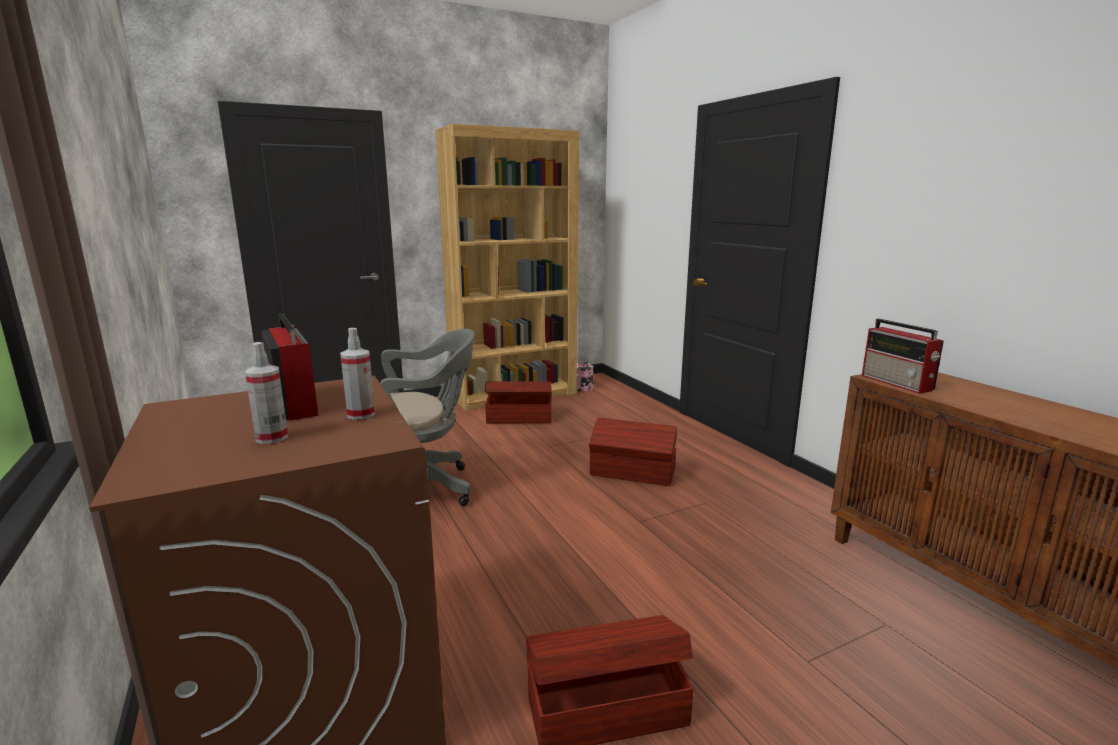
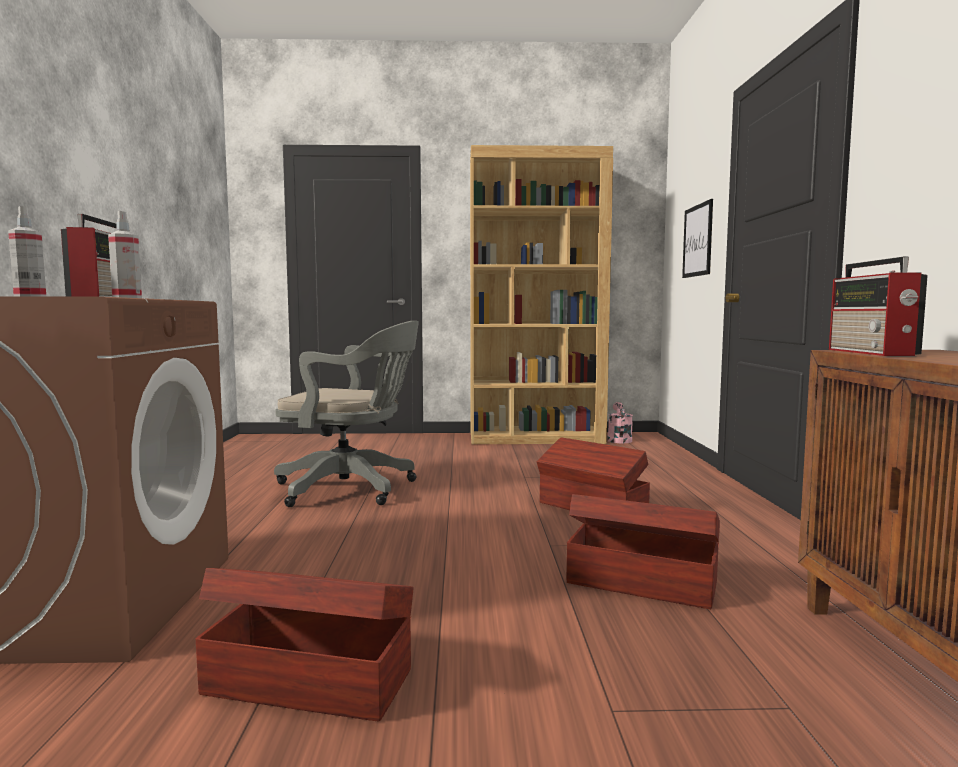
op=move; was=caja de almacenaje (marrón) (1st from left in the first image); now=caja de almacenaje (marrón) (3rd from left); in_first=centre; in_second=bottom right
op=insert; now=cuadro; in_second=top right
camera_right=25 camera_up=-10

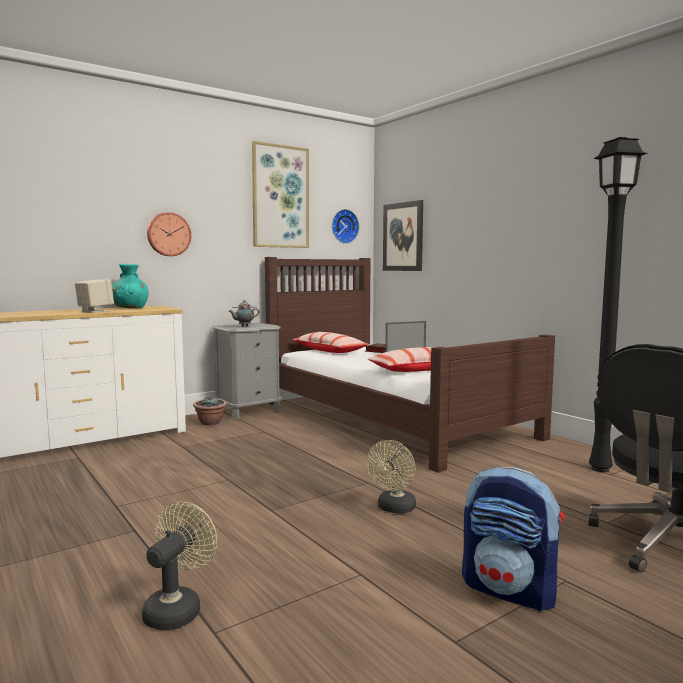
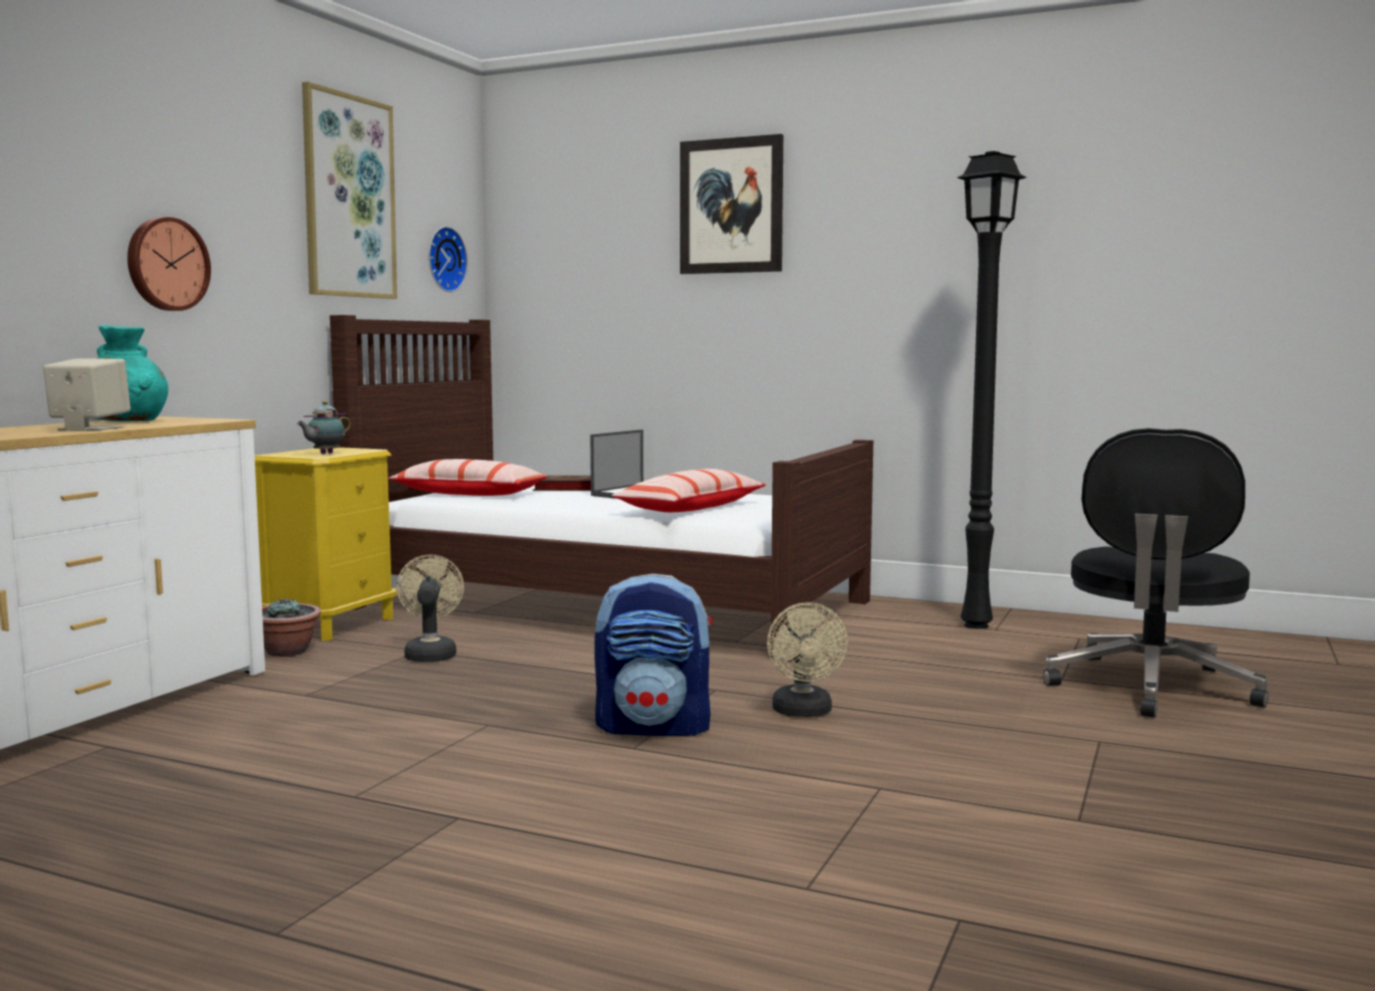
op=move; was=cuadro (2nd from left); in_first=centre; in_second=top centre
op=recolor; was=mesita de noche (gris); now=mesita de noche (amarillo); in_first=centre; in_second=middle left
op=move; was=mochila; in_first=bottom right; in_second=centre
op=move; was=ventilador (beis) (1st from left); in_first=bottom left; in_second=middle left
camera_right=-30 camera_up=0

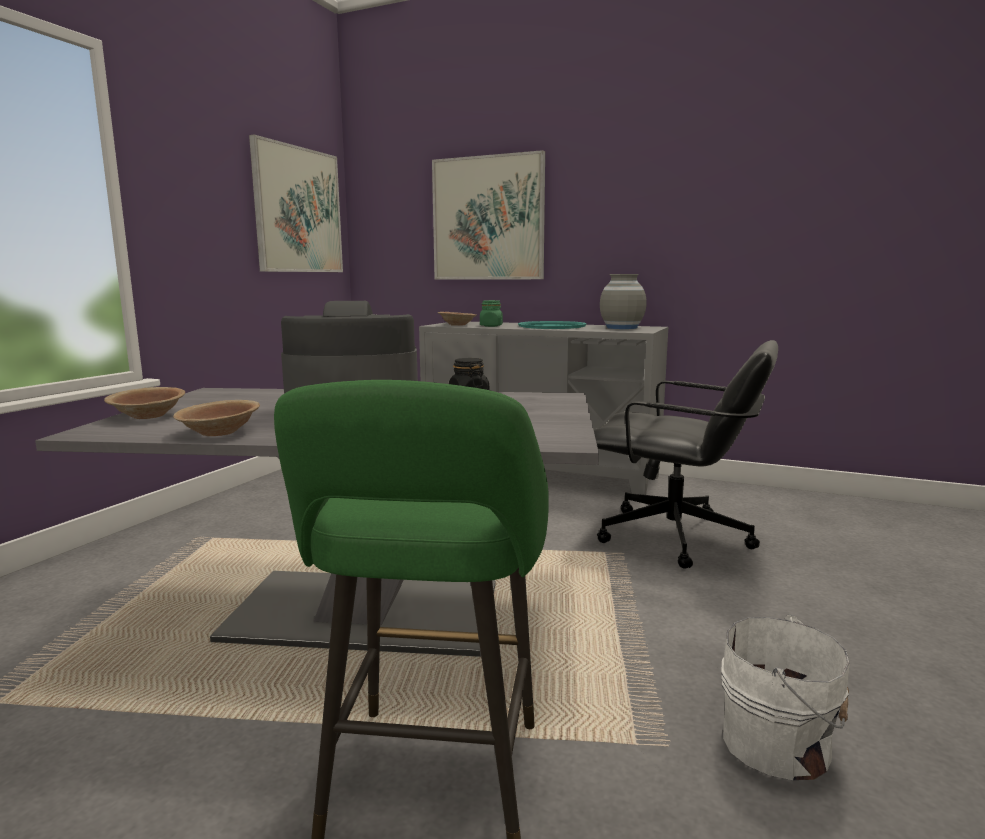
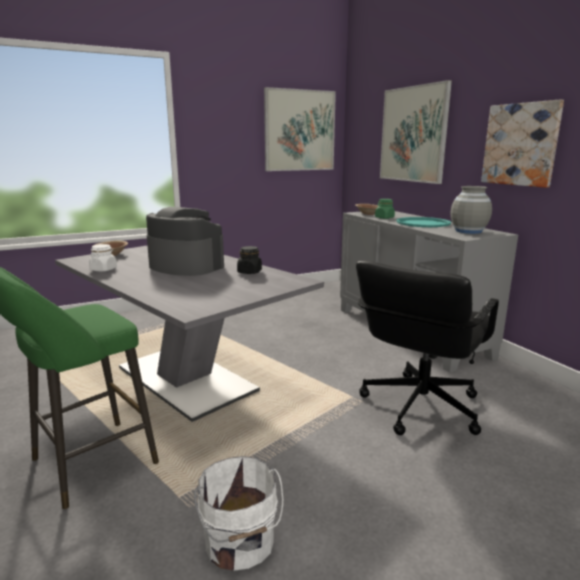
op=rotate; was=silla de oficina (negro); in_first=middle right; in_second=middle right; clockwise=60
op=replace; was=cuenco (marrón) (2nd from left); now=tarro (blanco); in_first=middle left; in_second=middle left
op=insert; now=cuadro (3rd from left); in_second=top right
camera_right=40 camera_up=5

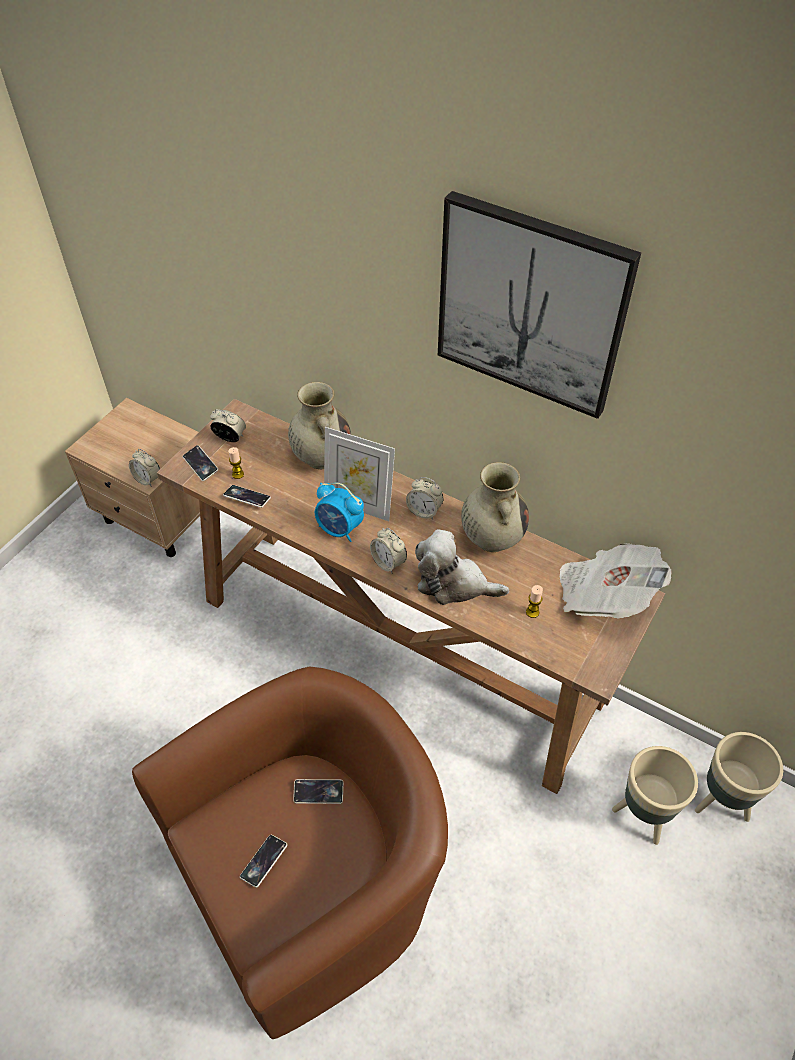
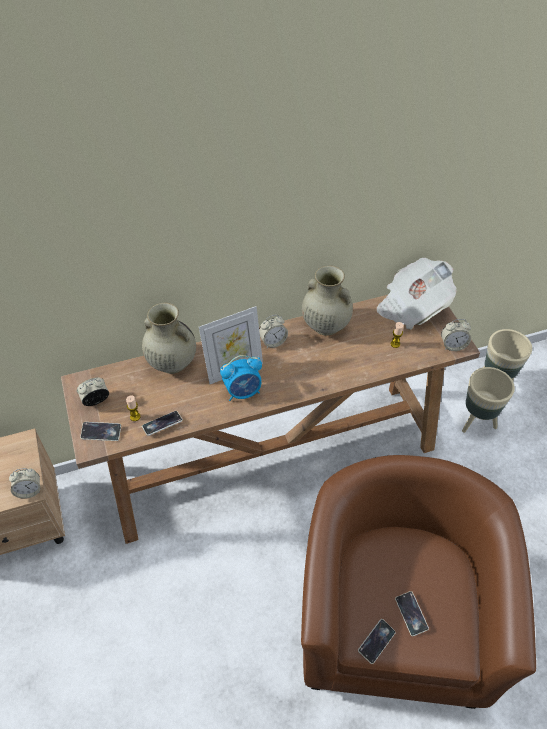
op=delete; was=cuadro; in_first=top right
op=move; was=despertador (4th from left in the first image); now=despertador (5th from left); in_first=centre; in_second=middle right
op=delete; was=peluche; in_first=centre
op=move; was=móvil (4th from left in the first image); now=móvil (3rd from left); in_first=bottom centre; in_second=bottom right
camera_right=-50 camera_up=0

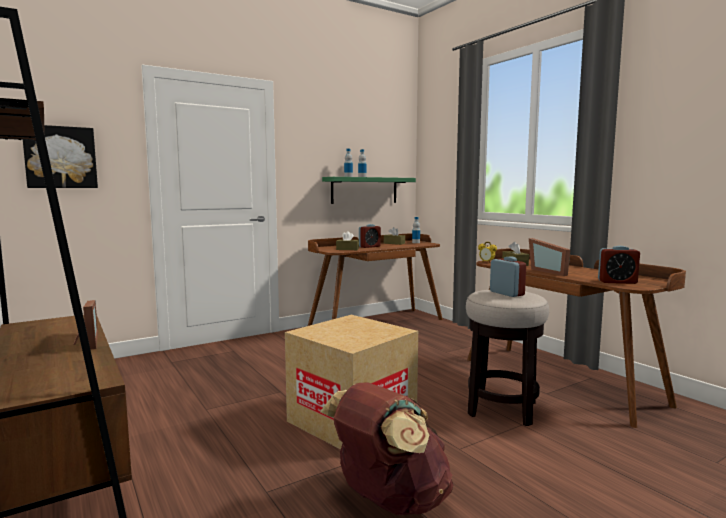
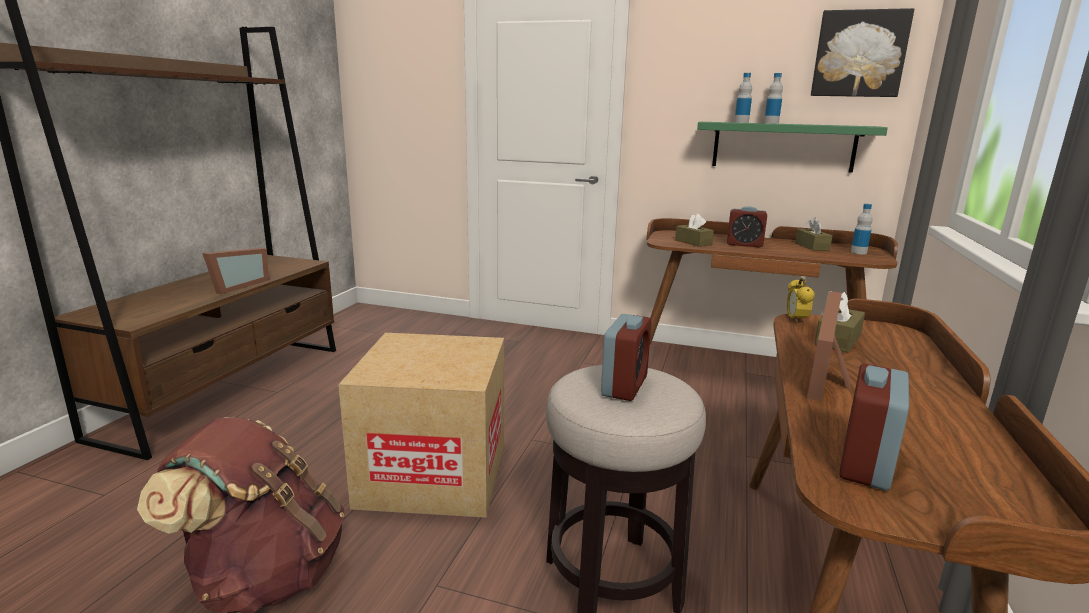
op=move; was=cuadro; in_first=top left; in_second=top right
op=rotate; was=despertador (4th from left); in_first=middle right; in_second=bottom right; clockwise=60
camera_right=50 camera_up=10

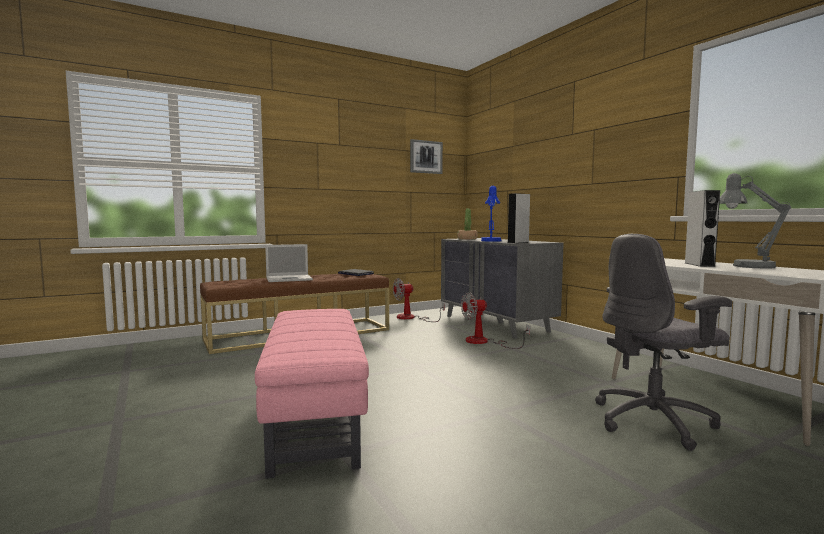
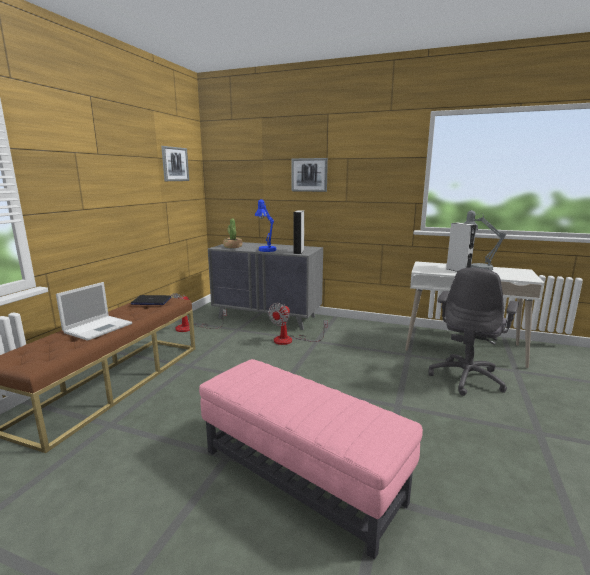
op=insert; now=cuadro (2nd from left); in_second=top centre
camera_right=-40 camera_up=10

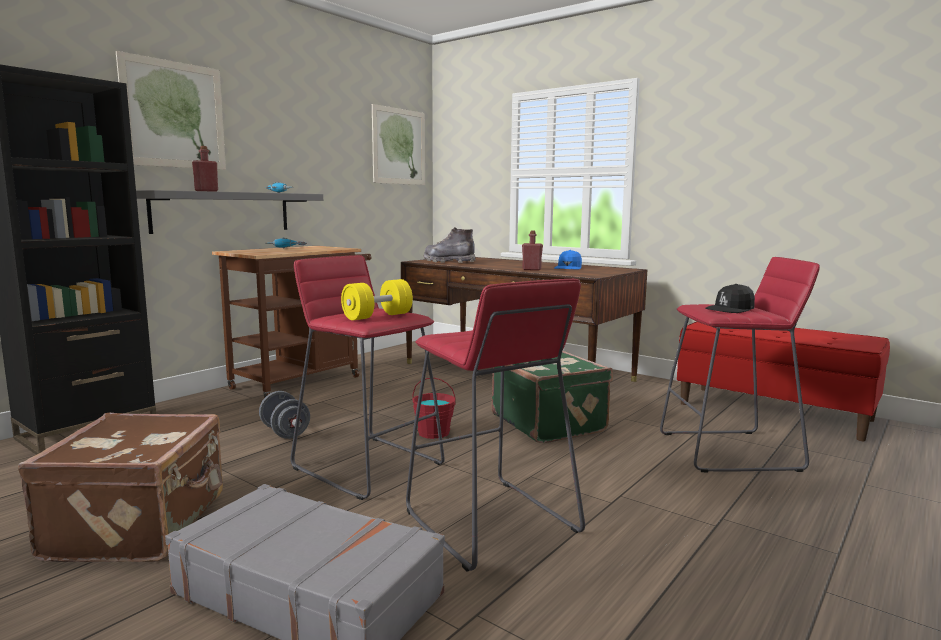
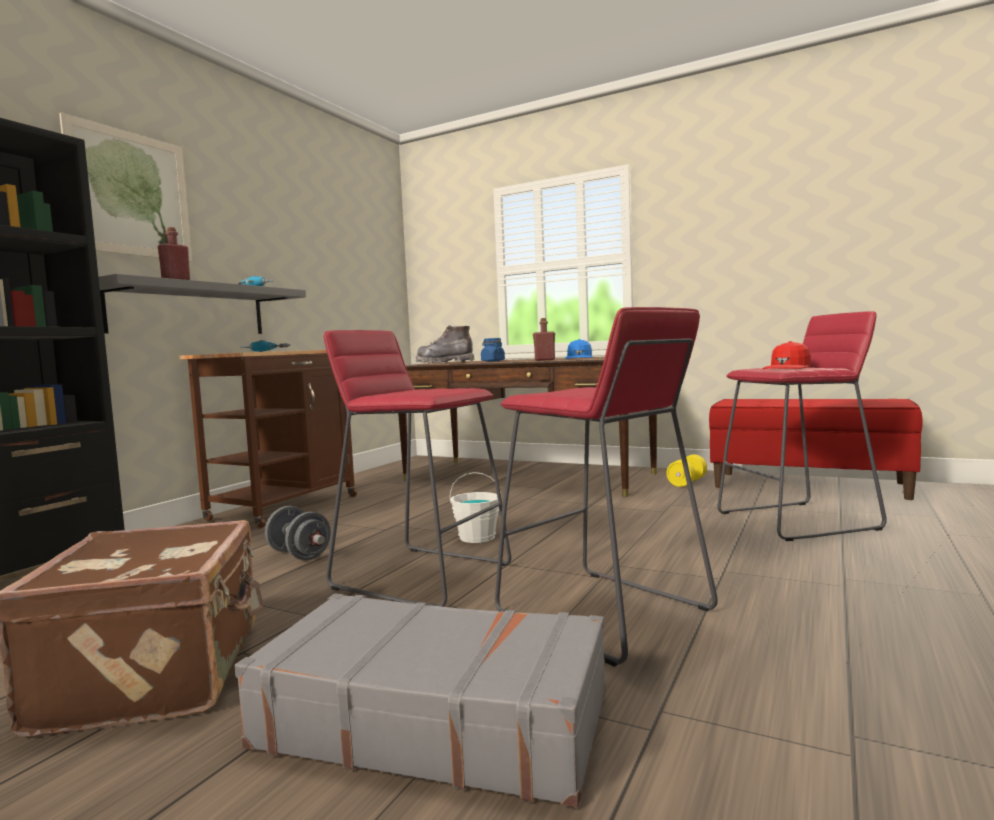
op=delete; was=cuadro (2nd from left); in_first=top centre
op=move; was=mancuerna (amarillo); in_first=centre; in_second=middle right
op=recolor; was=gorra (negro); now=gorra (rojo); in_first=middle right; in_second=middle right
op=delete; was=maleta (verde); in_first=centre
op=recolor; was=cubo (rojo); now=cubo (blanco); in_first=centre; in_second=centre
op=insert; now=tarro (azul); in_second=centre
camera_right=-10 camera_up=-5

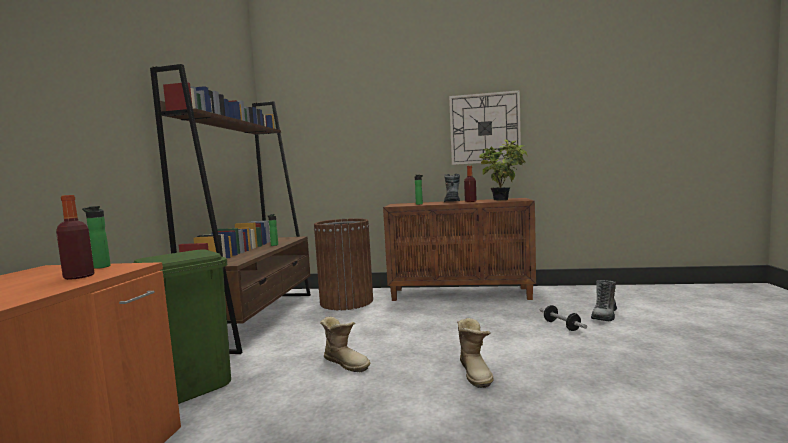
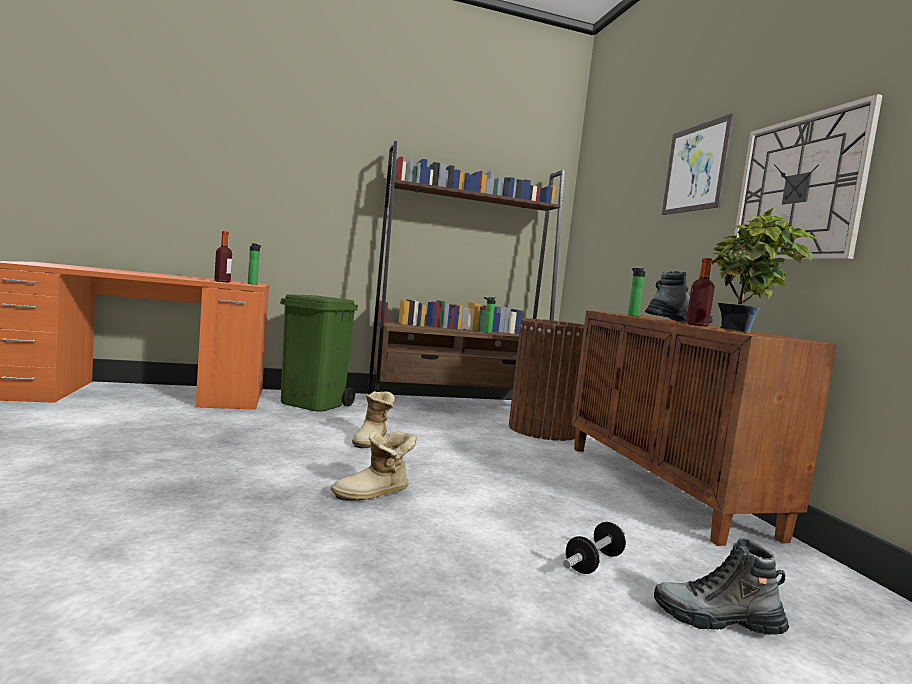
op=insert; now=cuadro; in_second=top right
camera_right=65 camera_up=0

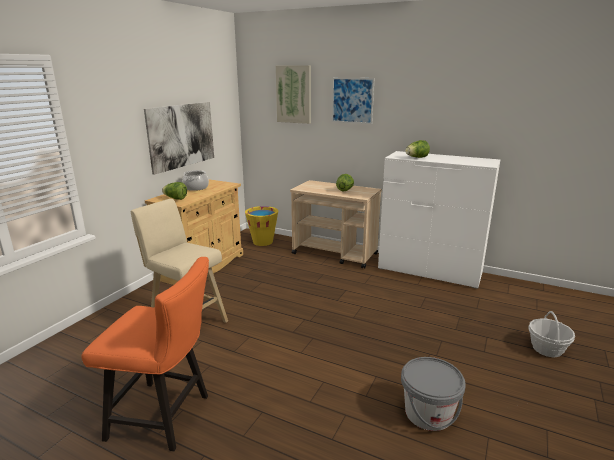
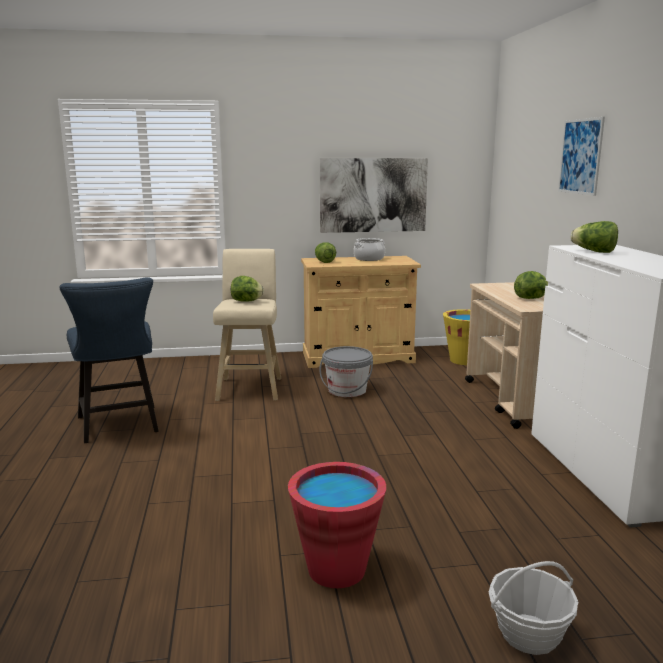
op=delete; was=cuadro (2nd from left); in_first=top centre
op=recolor; was=silla (naranja); now=silla (azul); in_first=bottom left; in_second=middle left
op=move; was=cubo (gris); in_first=bottom right; in_second=centre
op=insert; now=lechuga (1st from left); in_second=centre
op=insert; now=cubo (rojo); in_second=bottom centre
camera_right=55 camera_up=-5

